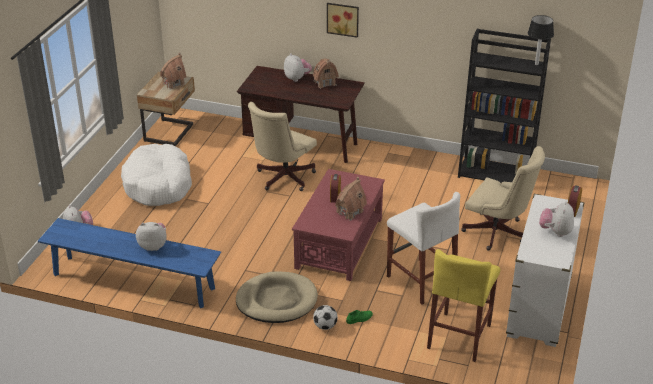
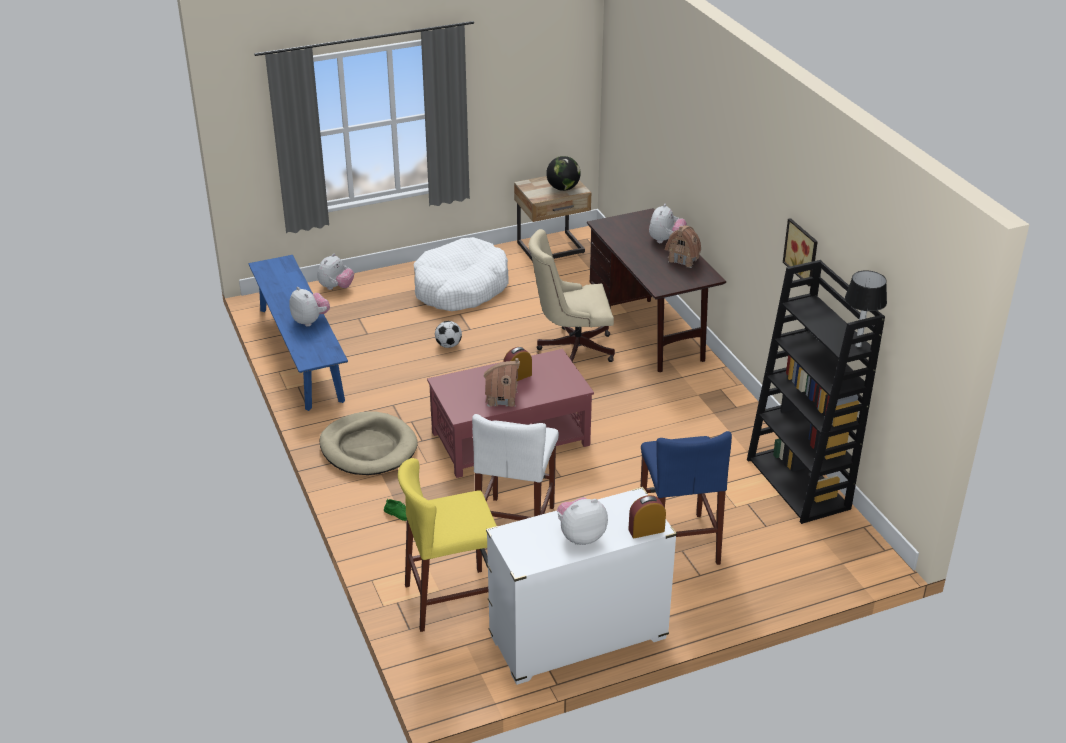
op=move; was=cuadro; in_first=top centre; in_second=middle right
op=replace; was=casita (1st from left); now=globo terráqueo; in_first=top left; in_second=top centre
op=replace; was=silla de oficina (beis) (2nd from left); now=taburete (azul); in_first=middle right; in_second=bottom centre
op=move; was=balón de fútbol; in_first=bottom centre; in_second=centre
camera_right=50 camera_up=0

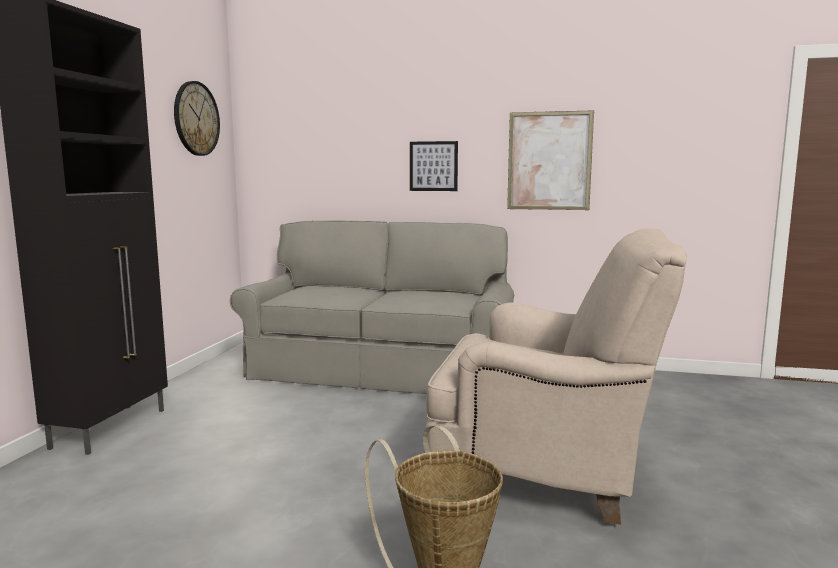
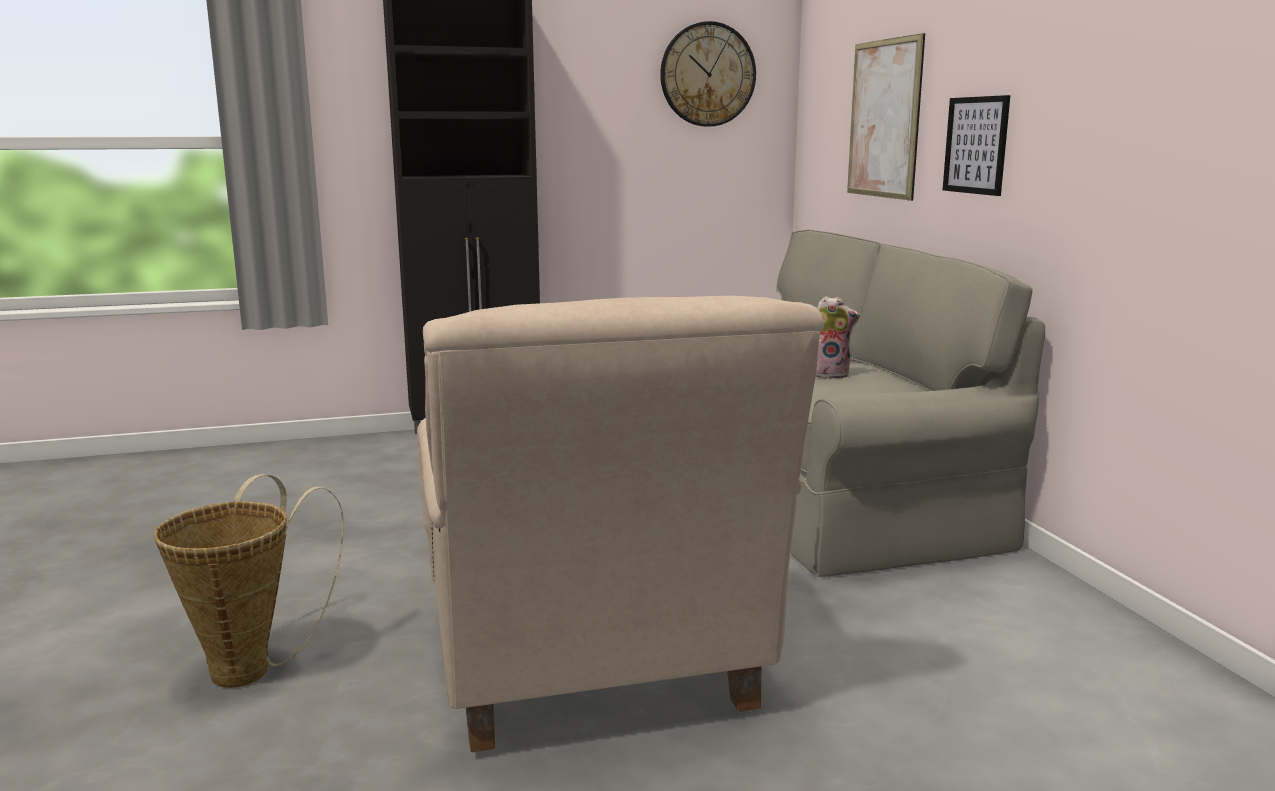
op=move; was=cuadro (2nd from left in the first image); now=cuadro (1st from left); in_first=top centre; in_second=top right
op=insert; now=peluche; in_second=centre
camera_right=60 camera_up=5

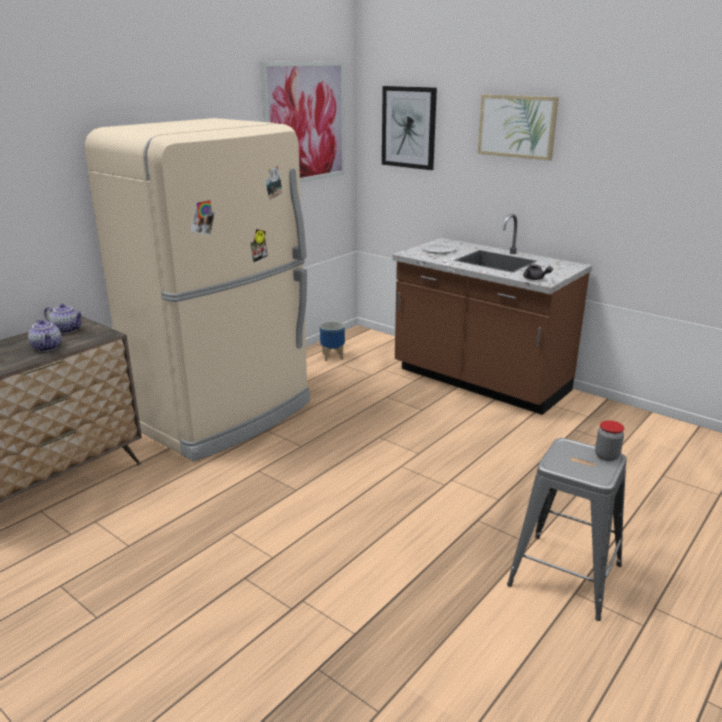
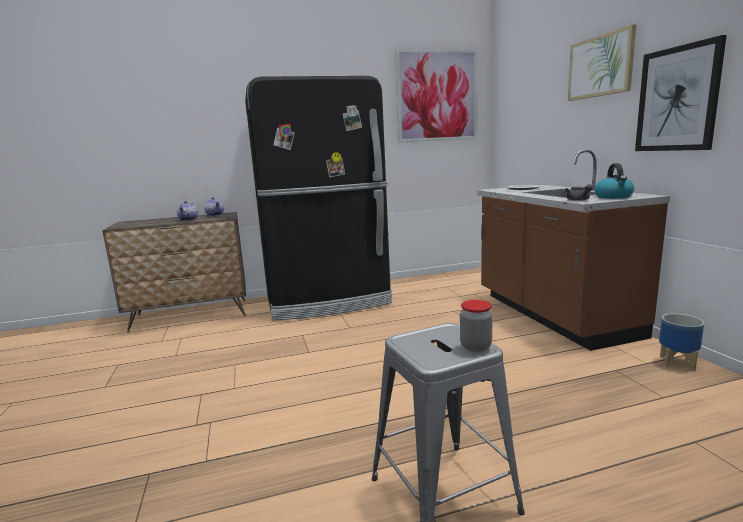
op=move; was=cuadro (2nd from left in the first image); now=cuadro (3rd from left); in_first=top centre; in_second=top right
op=recolor; was=nevera (beis); now=nevera (negro); in_first=middle left; in_second=centre
op=move; was=maceta; in_first=centre; in_second=middle right
op=insert; now=hervidor; in_second=middle right
camera_right=35 camera_up=-10

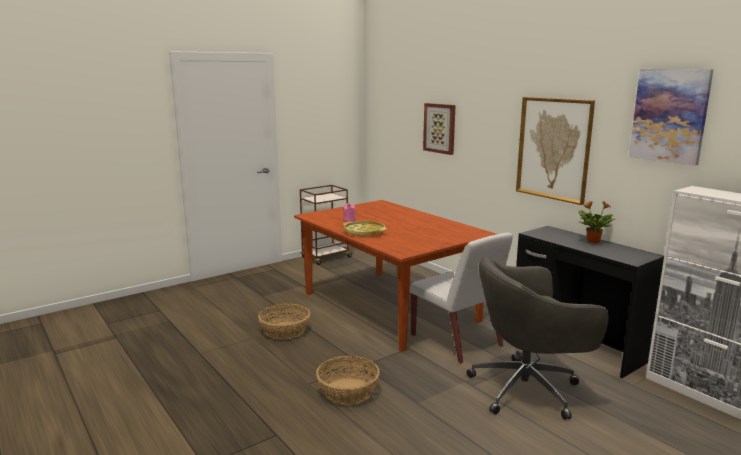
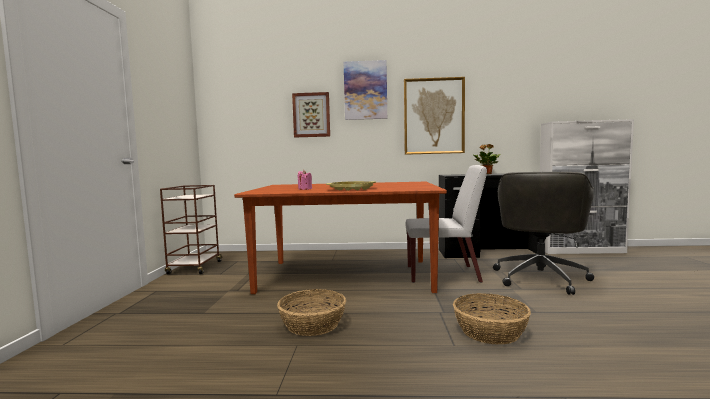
op=move; was=cuadro (3rd from left in the first image); now=cuadro (2nd from left); in_first=top right; in_second=top centre
camera_right=-50 camera_up=-10

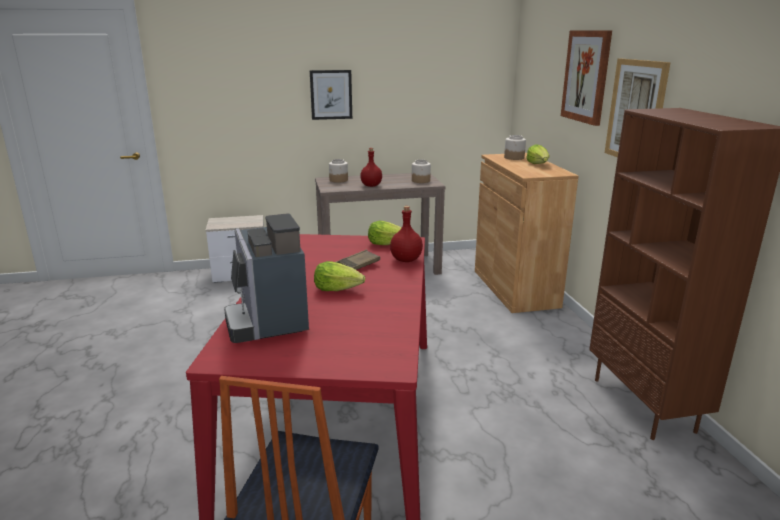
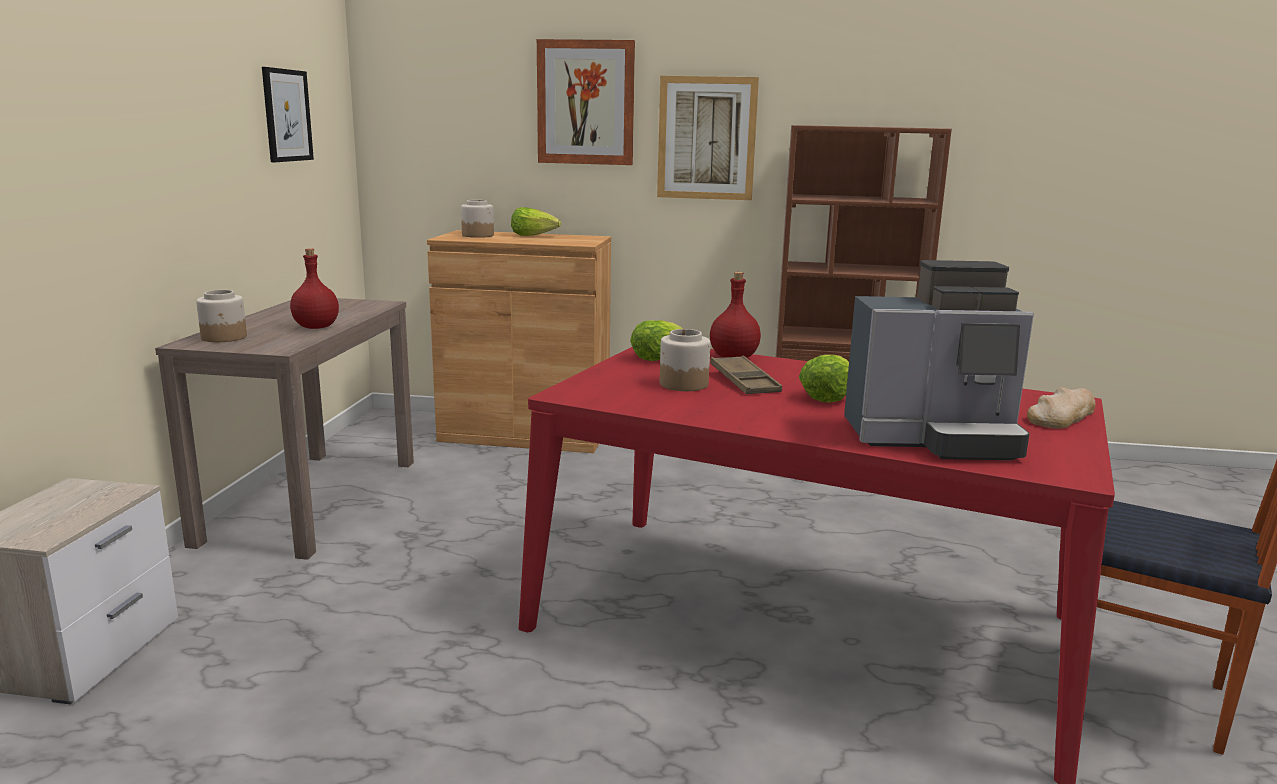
op=move; was=cuadro (1st from left); in_first=top centre; in_second=top left
op=move; was=tarro (2nd from left in the first image); now=tarro (3rd from left); in_first=top centre; in_second=centre
op=insert; now=pan; in_second=middle right
camera_right=-70 camera_up=-5

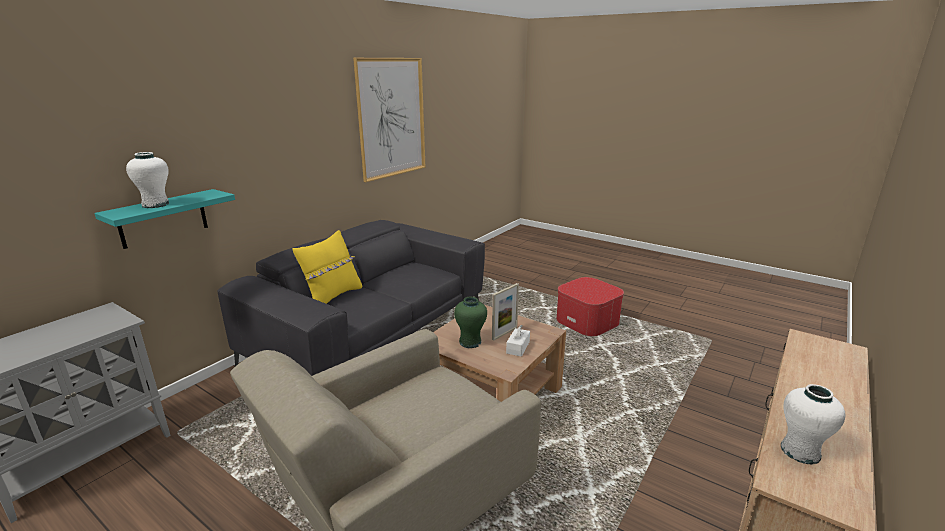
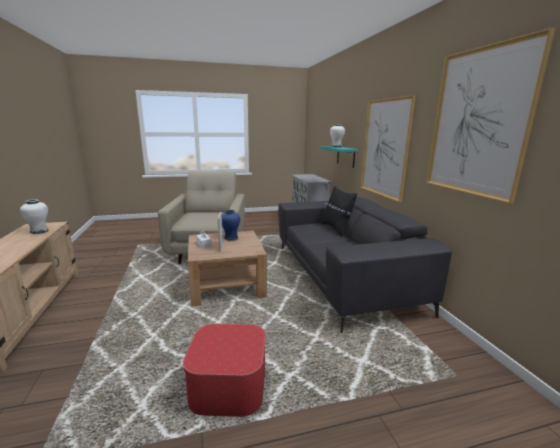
op=recolor; was=cojín (amarillo); now=cojín (negro); in_first=centre; in_second=centre
op=recolor; was=florero (verde); now=florero (azul); in_first=centre; in_second=centre
op=insert; now=cuadro (1st from left); in_second=top right
camera_right=130 camera_up=-5

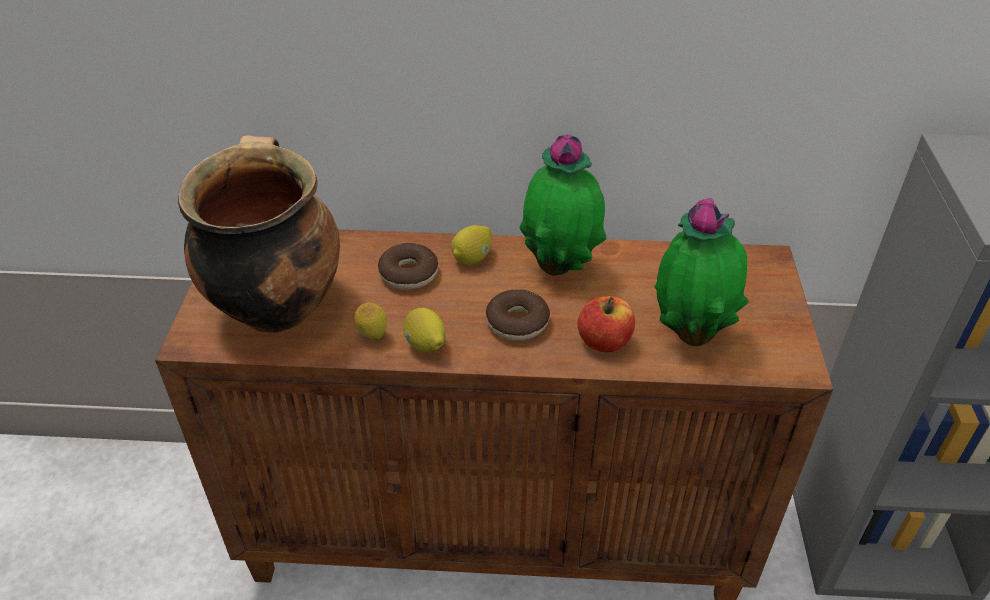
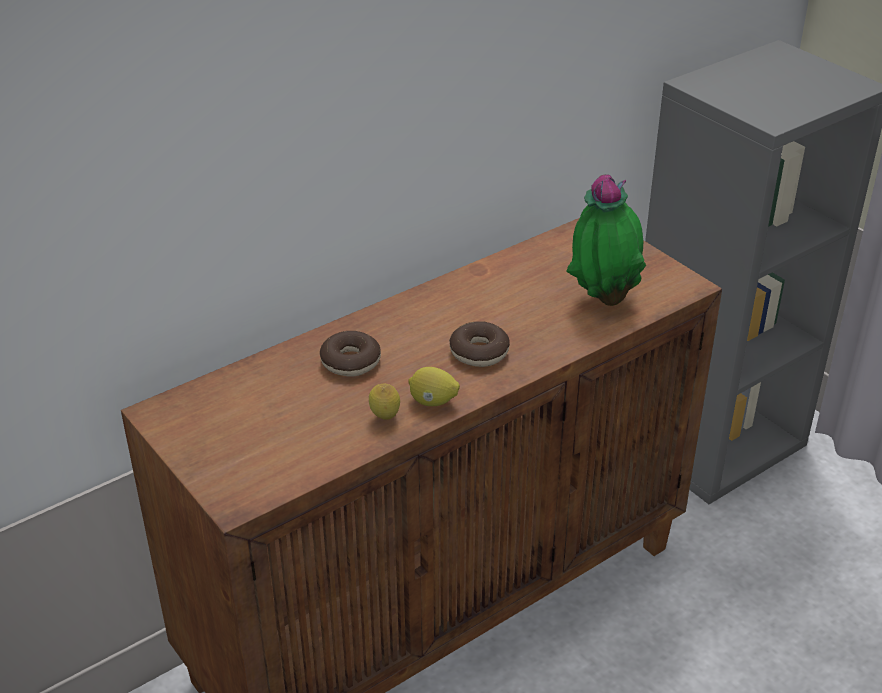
op=delete; was=planta en maceta (1st from left); in_first=centre
op=delete; was=olla; in_first=middle left
op=delete; was=limón (3rd from left); in_first=centre
op=delete; was=manzana; in_first=centre
camera_right=-40 camera_up=-5

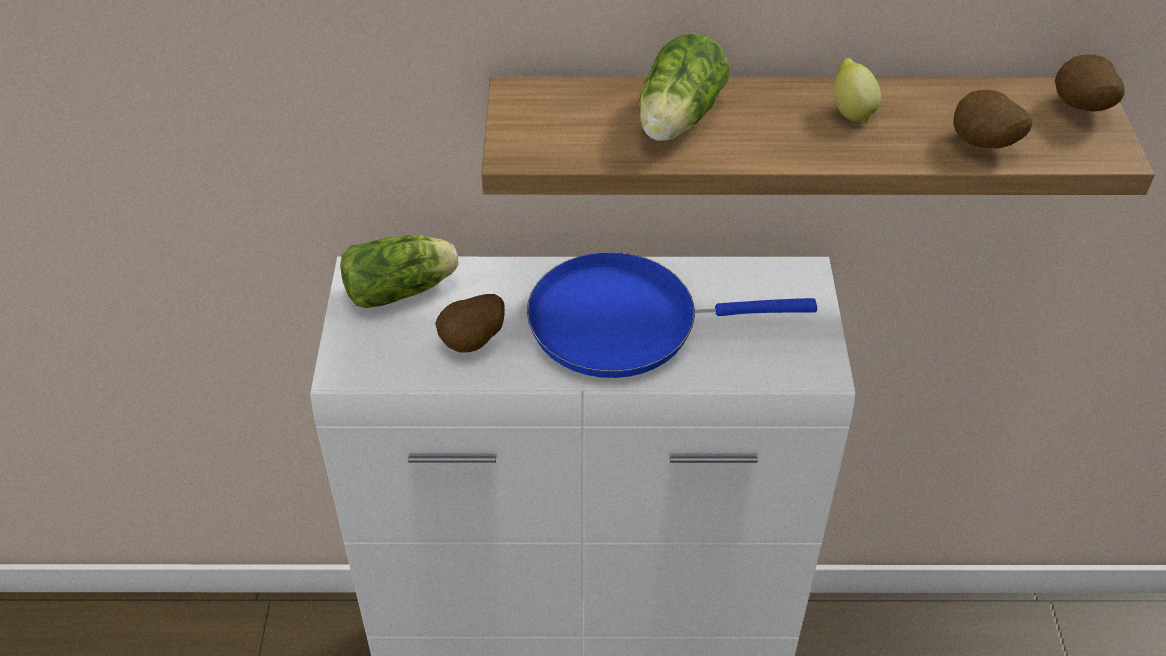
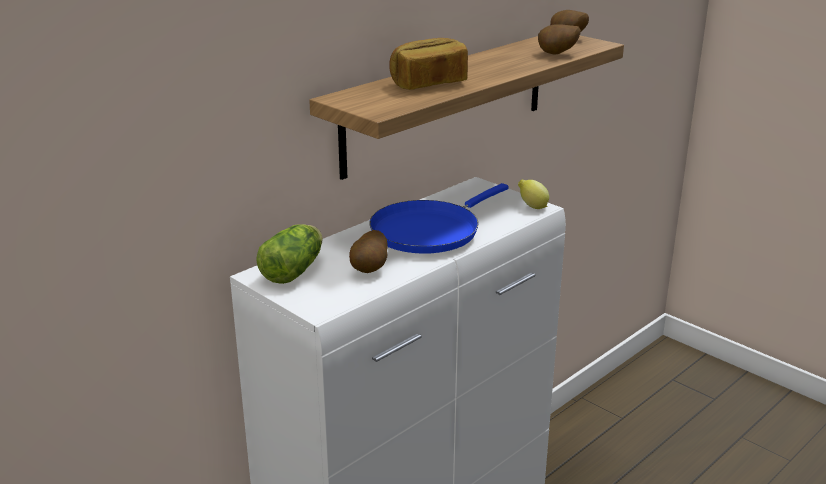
op=replace; was=lechuga (2nd from left); now=pan; in_first=top centre; in_second=top centre
op=move; was=limón; in_first=top right; in_second=centre
camera_right=-45 camera_up=-20

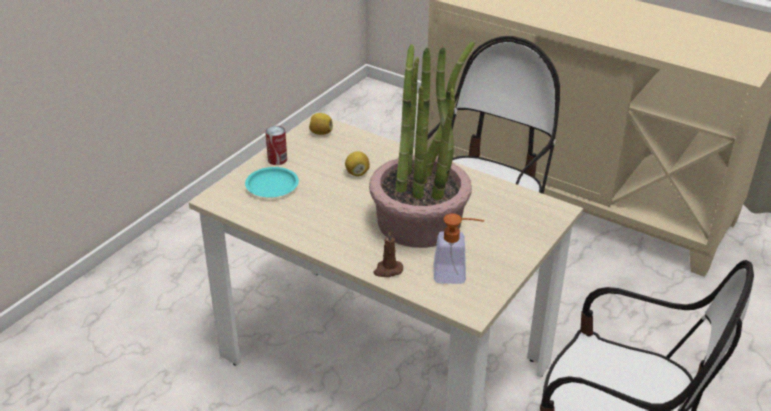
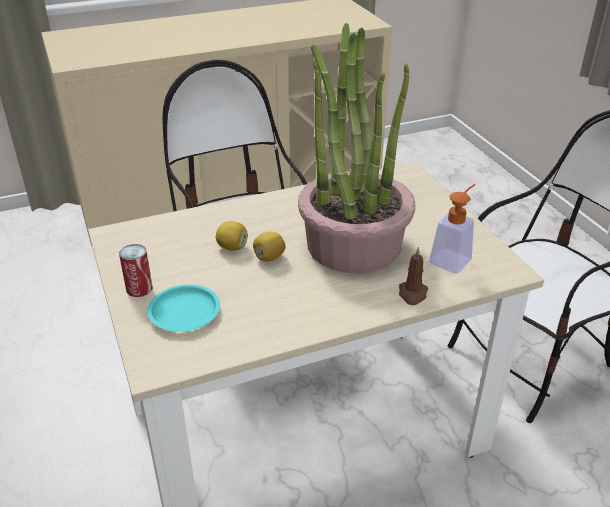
op=move; was=limón (1st from left in the first image); now=limón (2nd from left); in_first=top centre; in_second=centre
camera_right=-55 camera_up=0

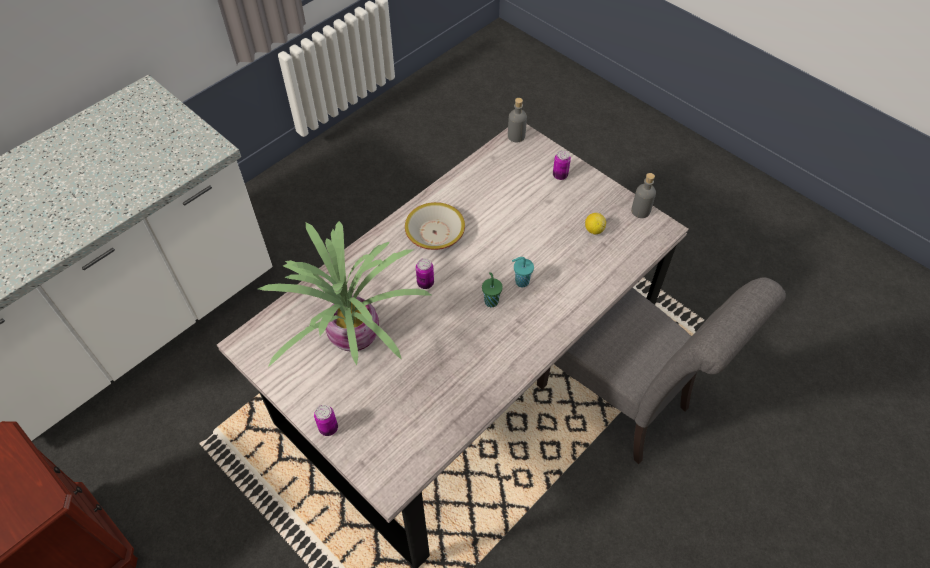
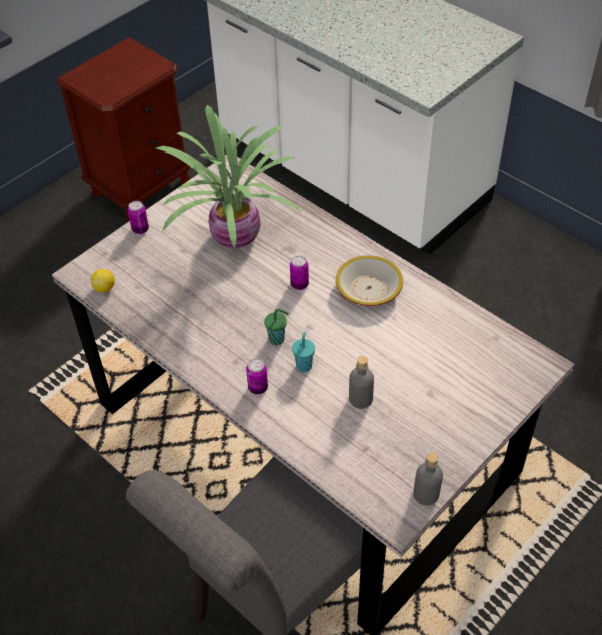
op=move; was=botella (gris) (1st from left); in_first=top centre; in_second=centre
op=move; was=lata (3rd from left in the first image); now=lata (2nd from left); in_first=top centre; in_second=centre
op=move; was=limón; in_first=centre; in_second=middle left
camera_right=90 camera_up=-5

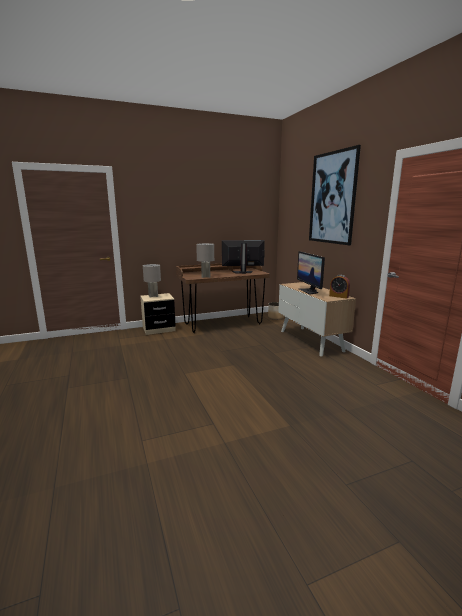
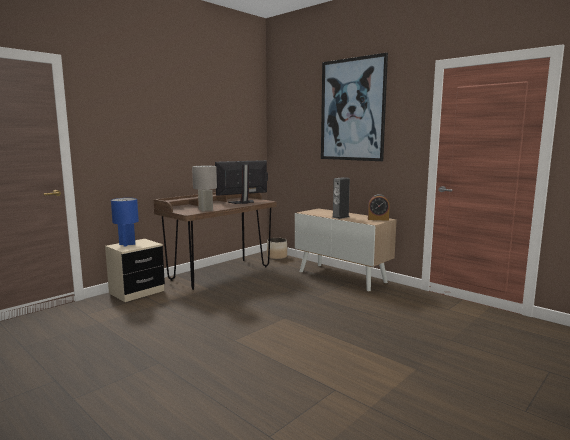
op=replace; was=monitor (2nd from left); now=altavoz; in_first=middle right; in_second=centre
op=recolor; was=lámpara de mesa (gris) (1st from left); now=lámpara de mesa (azul); in_first=middle left; in_second=middle left
camera_right=-25 camera_up=-5

